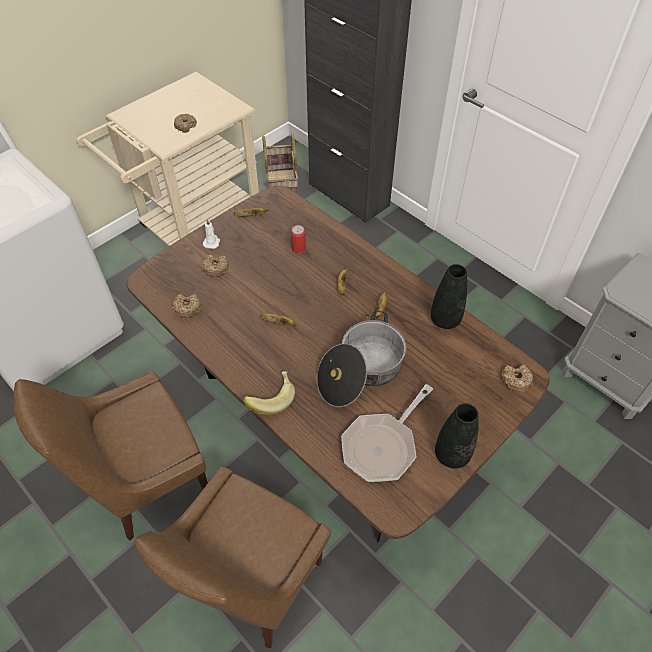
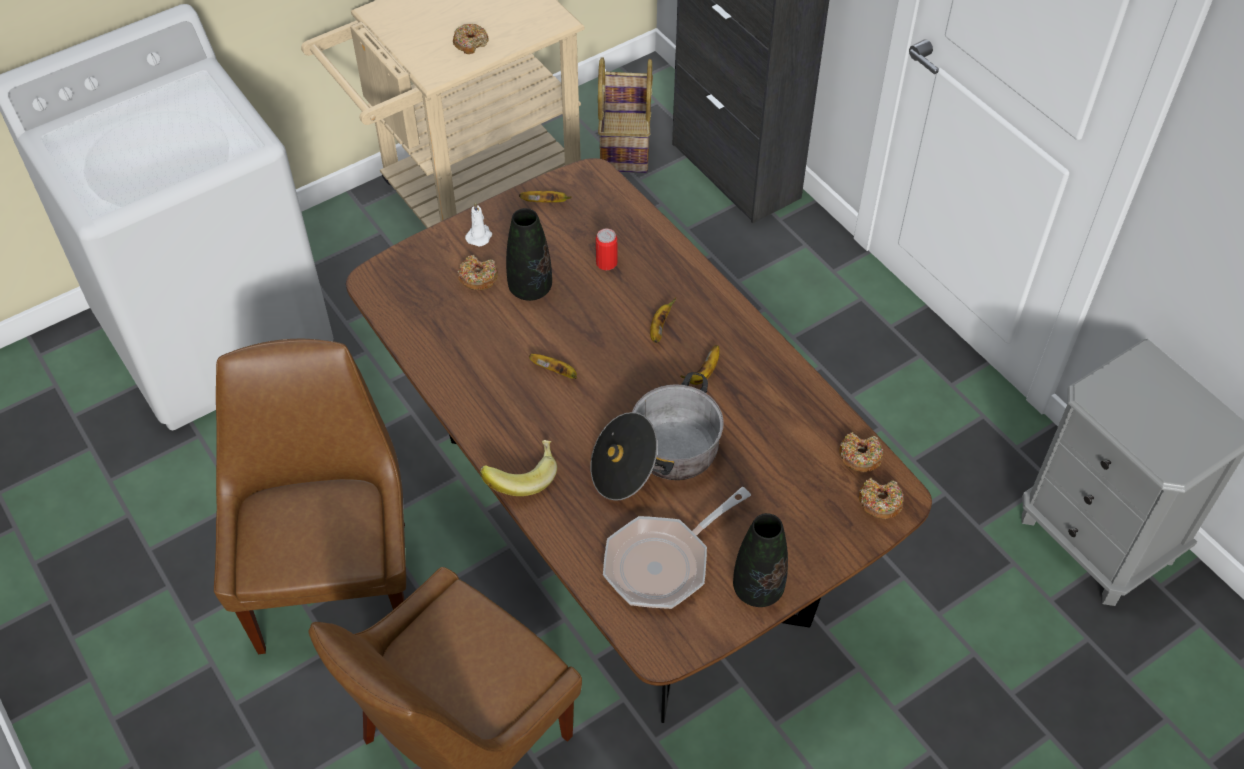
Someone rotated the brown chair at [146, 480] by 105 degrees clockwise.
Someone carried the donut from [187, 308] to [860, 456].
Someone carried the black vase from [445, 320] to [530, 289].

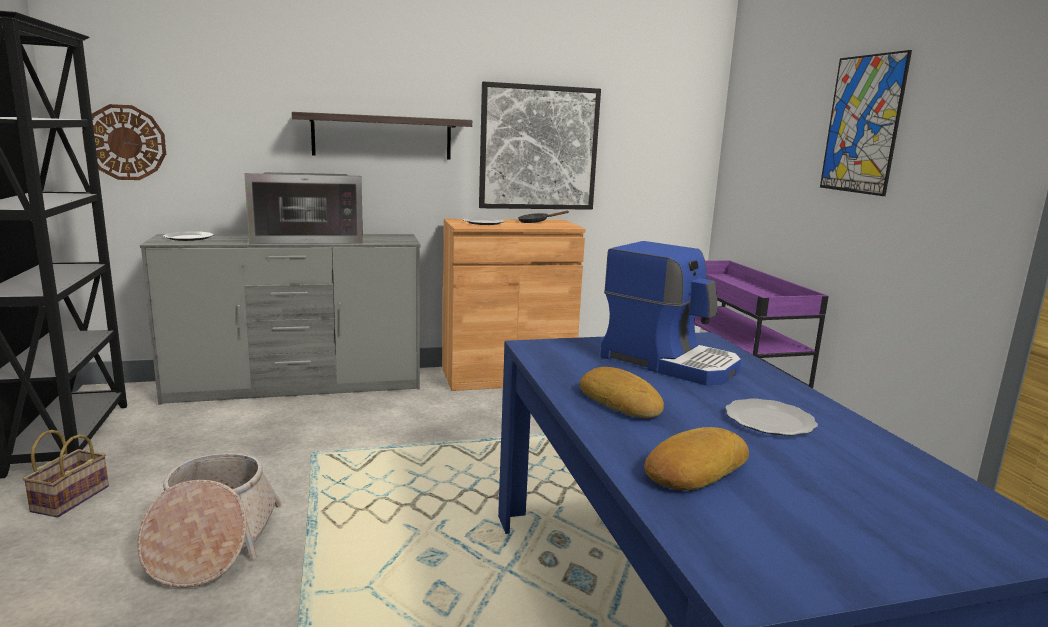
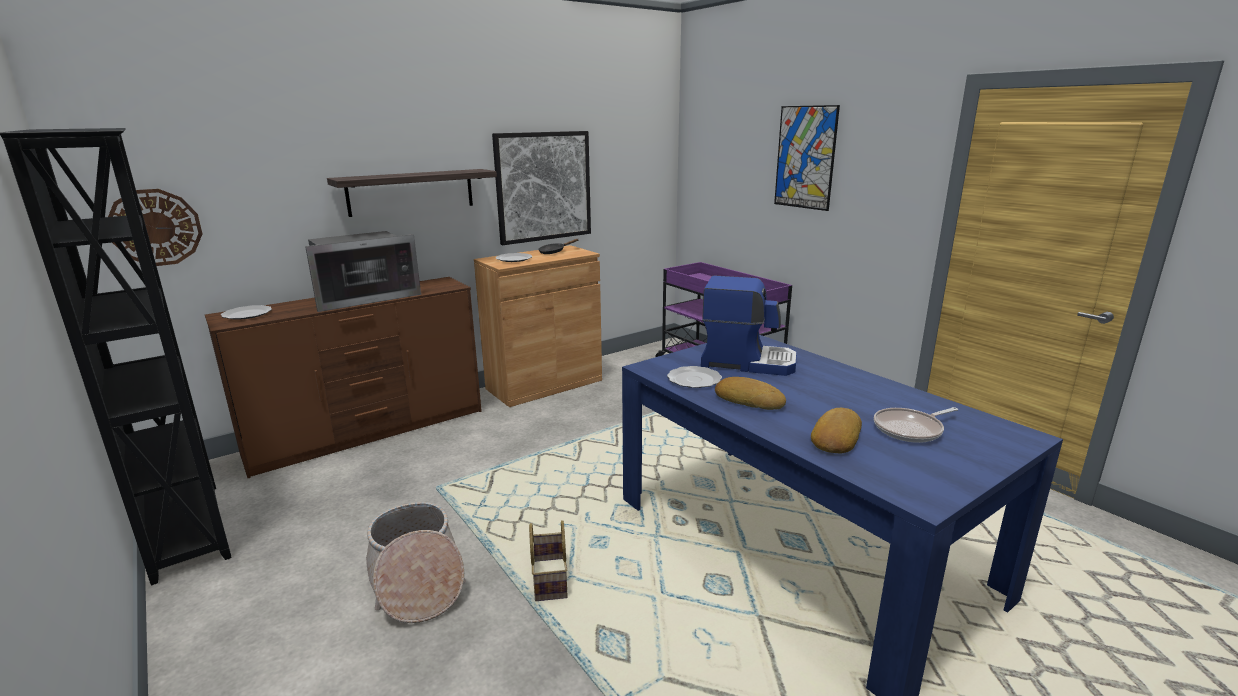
Someone carried the basket from [71, 498] to [549, 579].
Someone repainted the grey dresser at [297, 386], which became the brown dresser at [369, 432].
Someone carried the plate from [768, 420] to [693, 379].
Someone put down the frying pan at [910, 429].

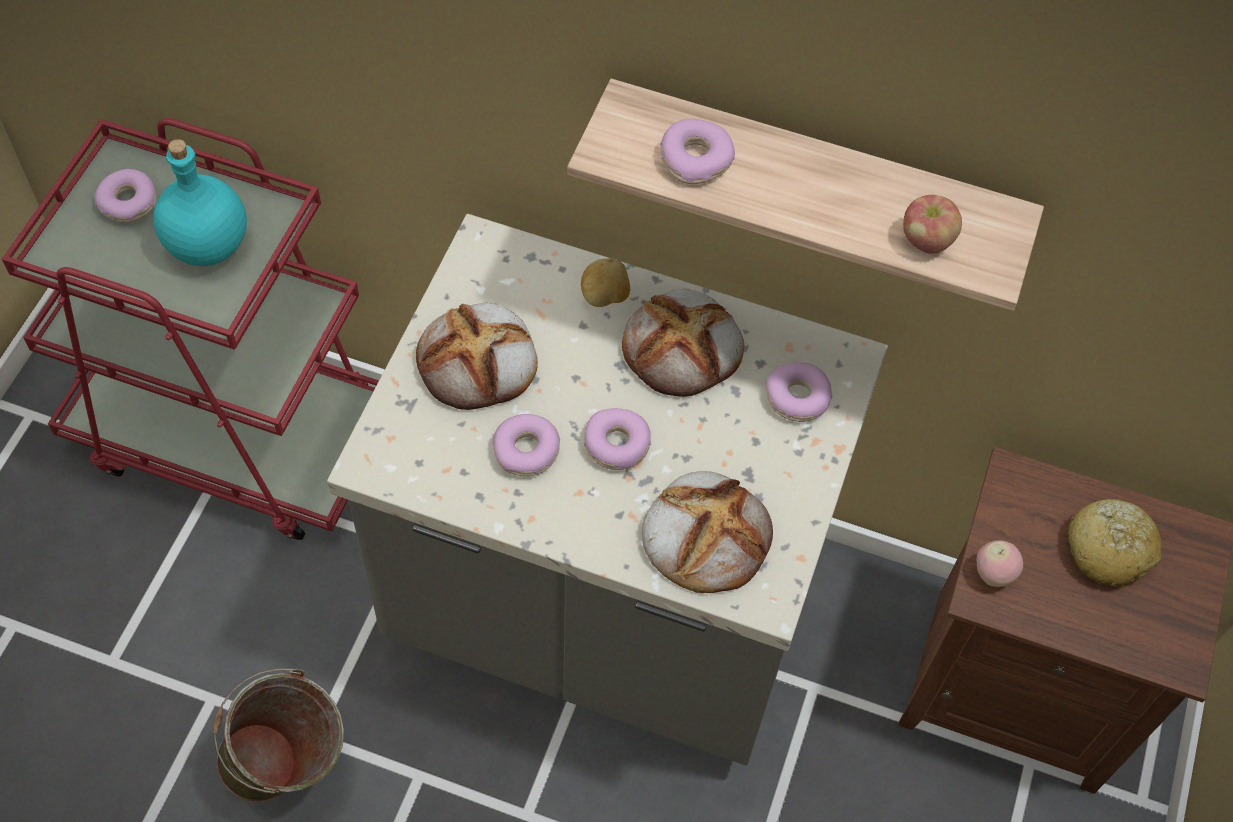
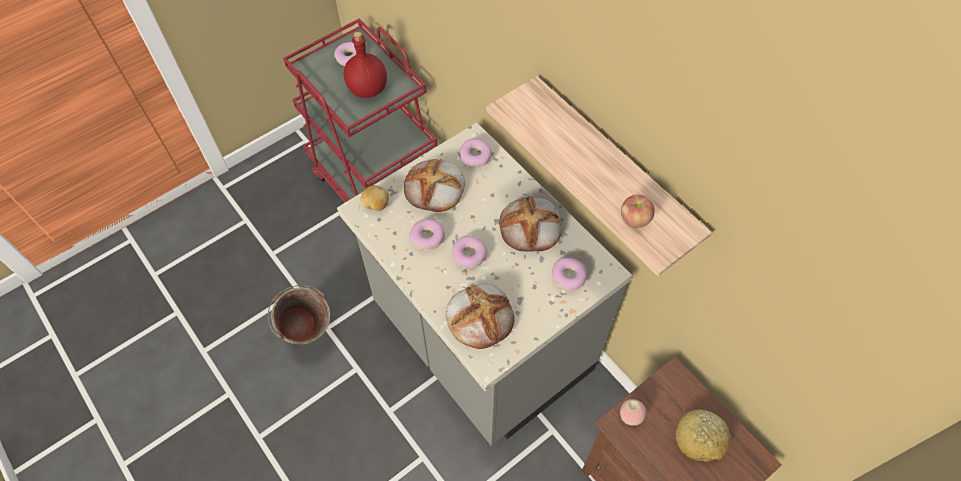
Someone repainted the turquoise bottle at [207, 244], which became the red bottle at [368, 88].
Someone carried the potato from [605, 297] to [376, 205].
Someone carried the donut from [695, 159] to [475, 156].

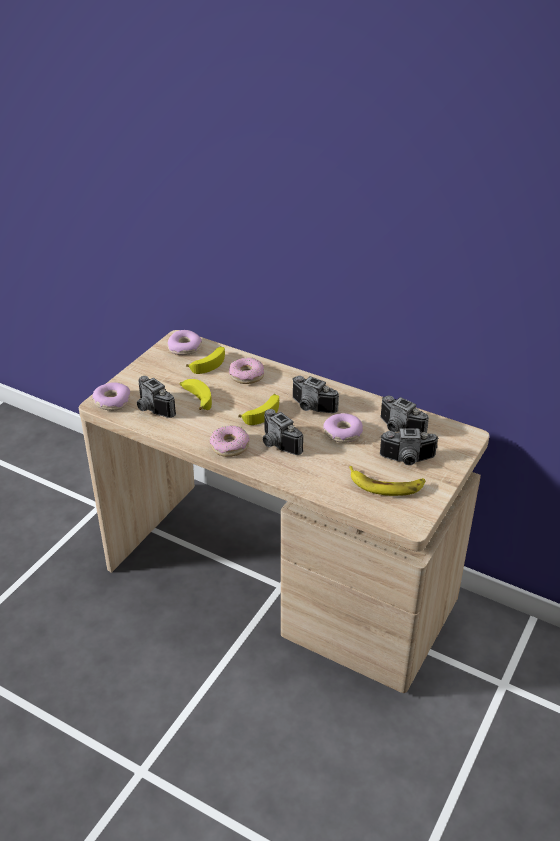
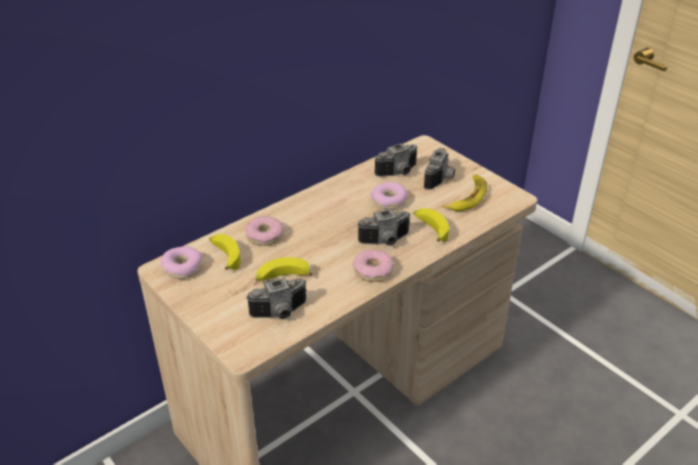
Someone took away the donut at [112, 401].
Someone carried the banana from [262, 413] to [430, 229].
Someone took away the photo camera at [310, 408].

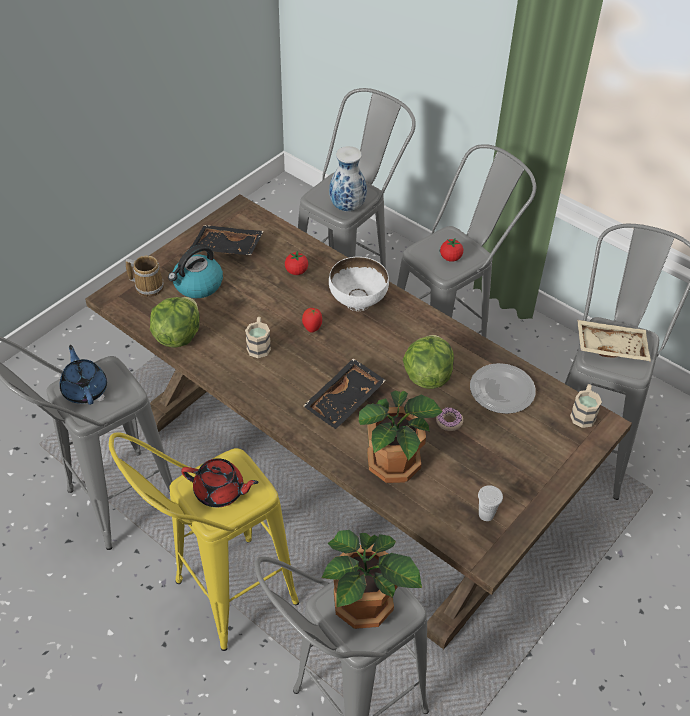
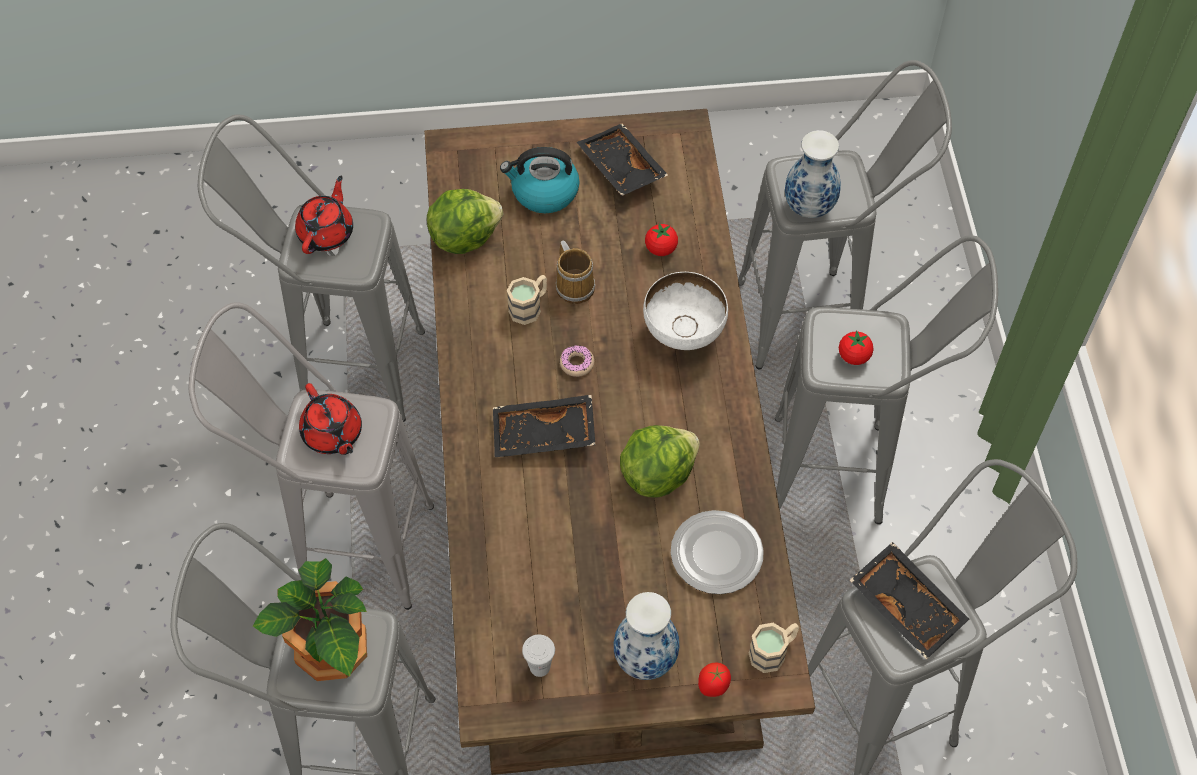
Someone repainted the blue teapot at [85, 389], which became the red teapot at [327, 232].
Someone repainted the yellow stool at [220, 602], which became the grey stool at [344, 546].
Someone carried the mug from [148, 286] to [575, 285].
Someone carried the tomato from [312, 327] to [713, 686].
Someone took away the potted plant at [395, 464].
Someone carried the donut from [449, 421] to [577, 363].
Someone repainted the beige tray at [611, 346], which became the black tray at [908, 605].
Someone put down the vase at [646, 661].

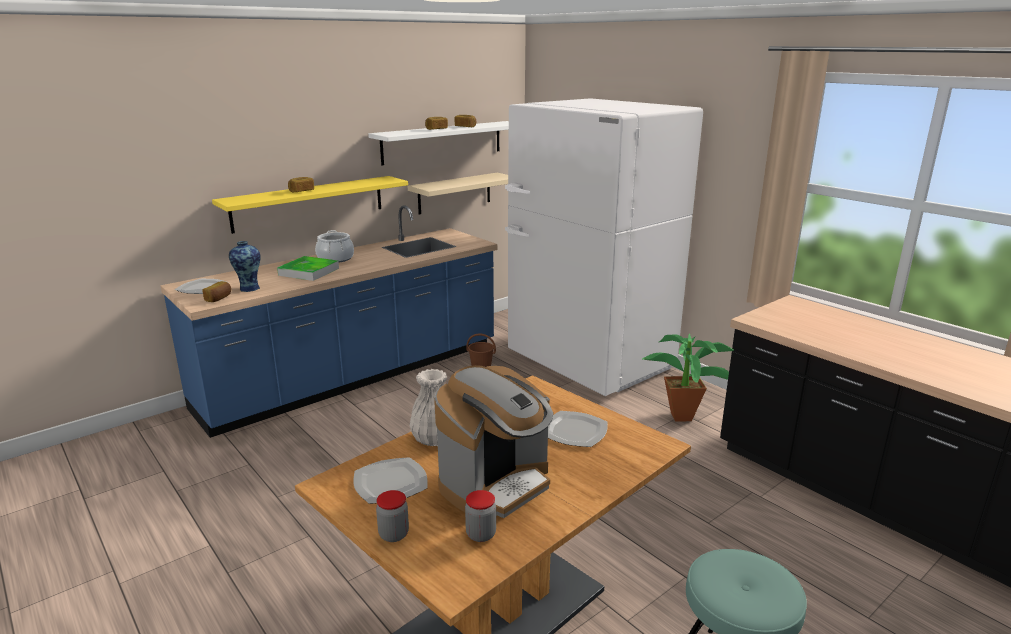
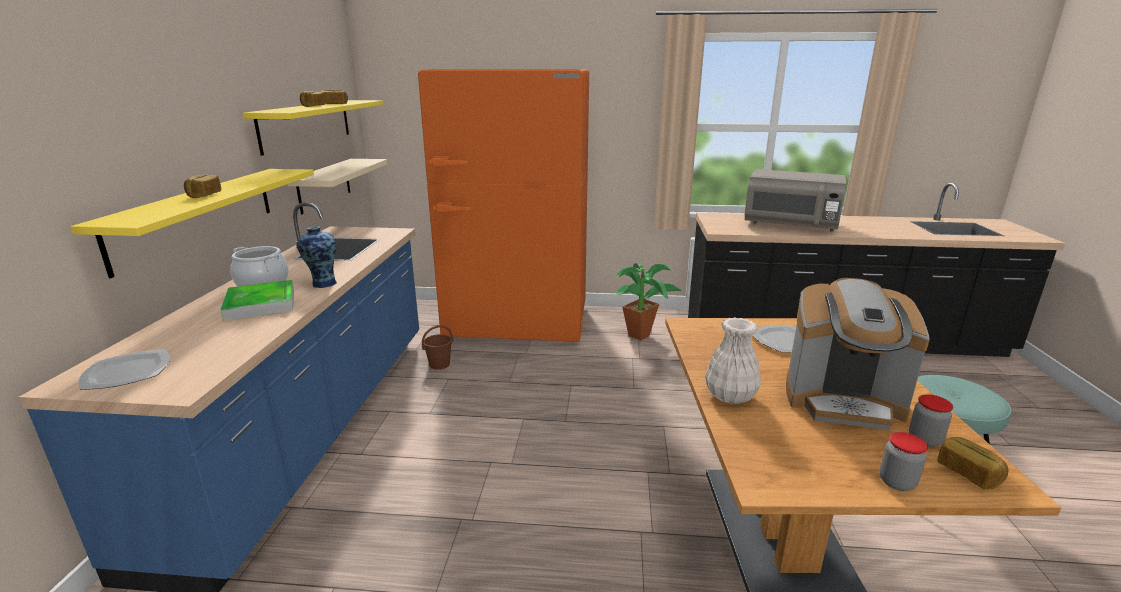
Someone carried the bread from [219, 298] to [968, 473].
Someone carried the vase from [249, 288] to [323, 283].
Someone took away the plate at [389, 483].
Someone repainted the white shelf at [443, 142], which became the yellow shelf at [307, 124].
Someone rotated the coffee machine at [496, 484] by 105 degrees clockwise.
Someone repainted the white fridge at [589, 362], which became the orange fridge at [518, 323].
Someone put down the grey microwave at [790, 225].

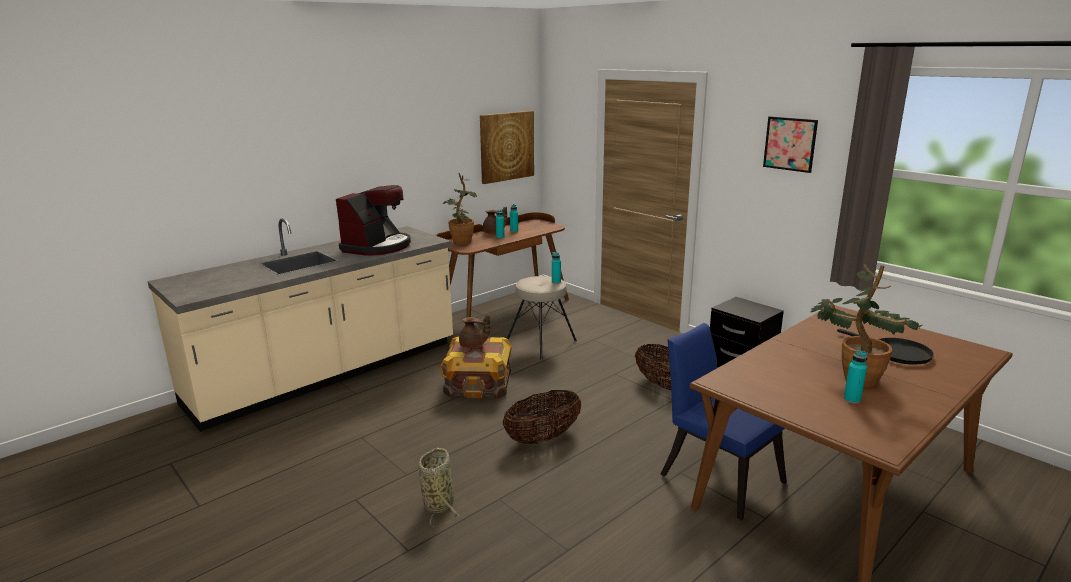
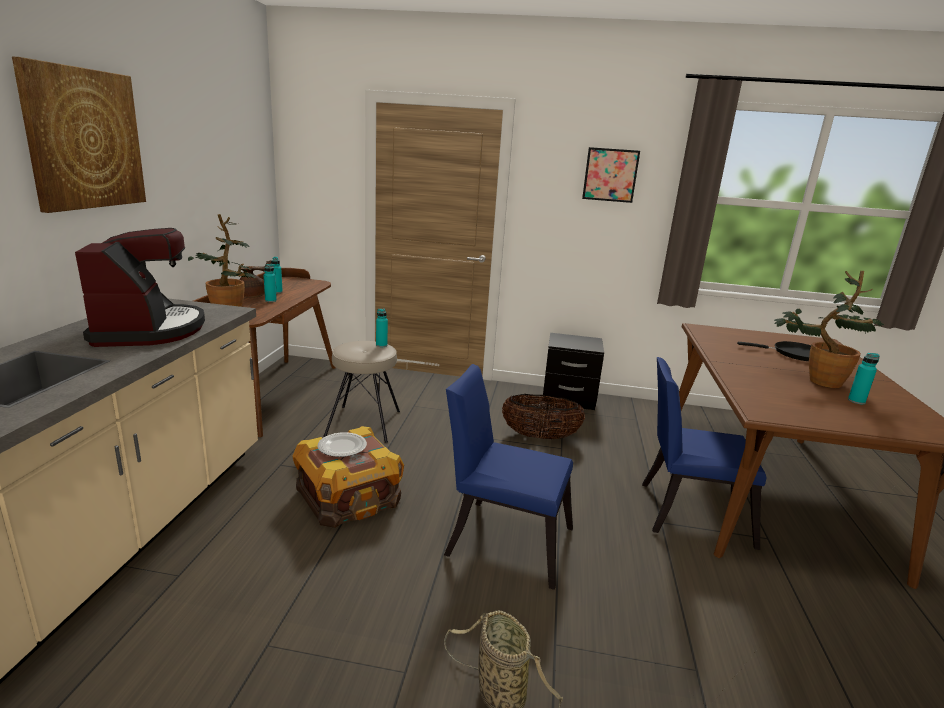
Someone swapped the brown teapot at [473, 345] for the plate at [342, 447].
Someone carried the picture from [506, 146] to [84, 139].
Someone swapped the basket at [543, 438] for the blue chair at [503, 538].

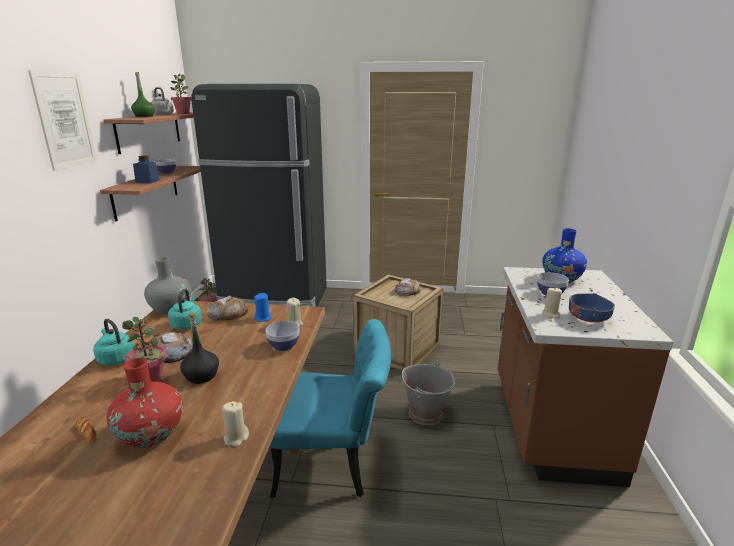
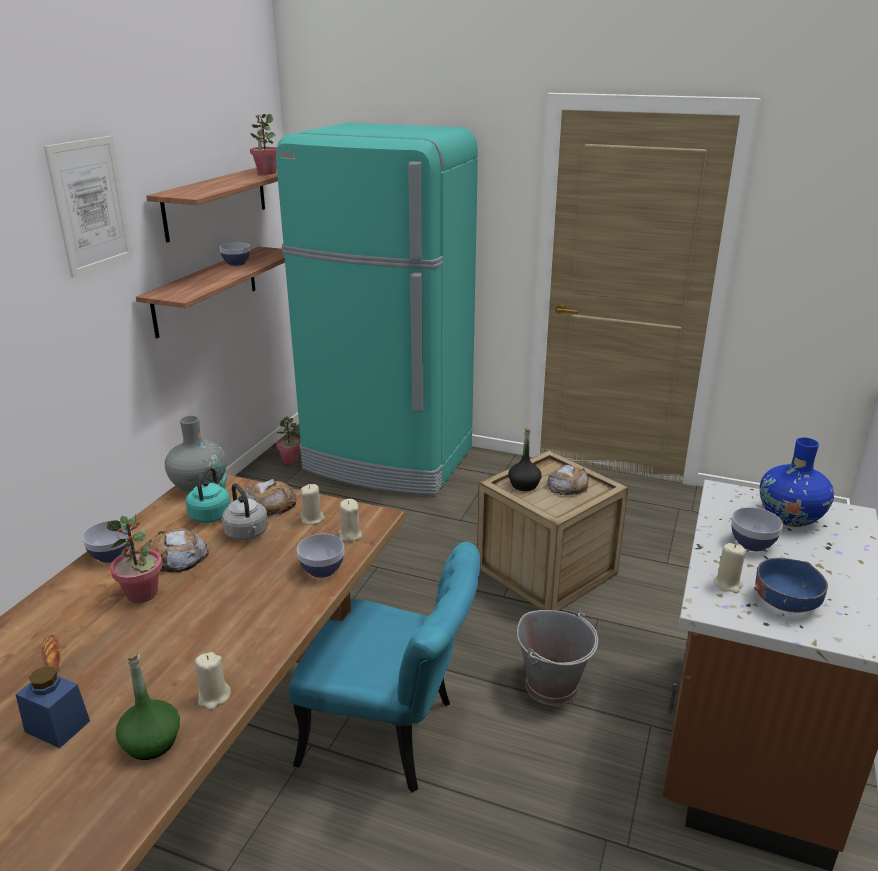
Someone swapped the turquoise kettle at [115, 358] for the bowl at [111, 555].
Someone took away the red vase at [151, 434].
Someone carried the green bottle from [144, 116] to [151, 743].
Someone carried the blue jar from [147, 181] to [57, 726].
Someone carried the grey kettle from [163, 114] to [247, 534].
Someone carried the black bottle from [201, 376] to [524, 485].
Someone repainted the black fridge at [275, 300], which became the turquoise fridge at [388, 460].
Someone repainted the blue candle at [263, 318], which became the beige candle at [312, 519].

